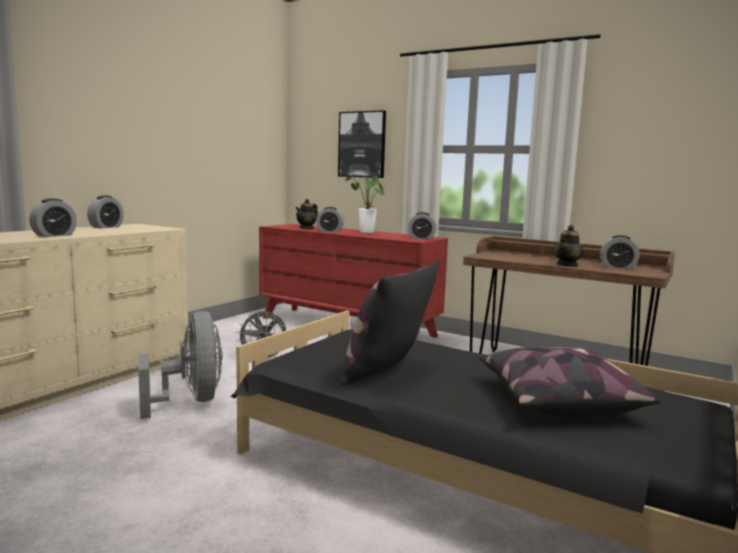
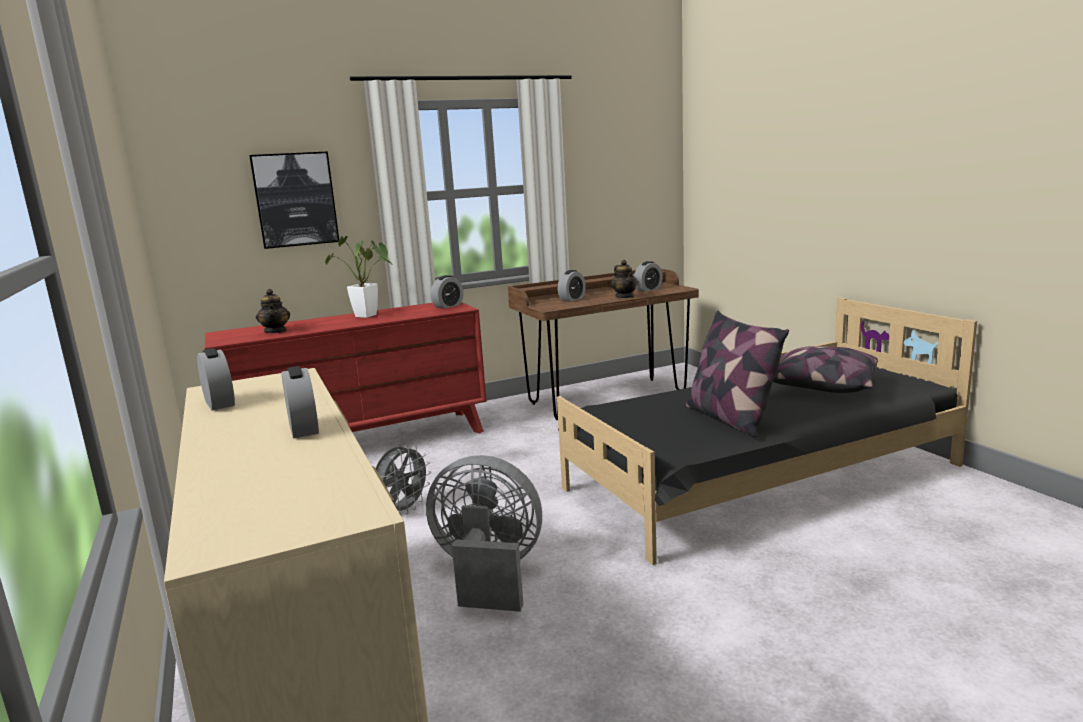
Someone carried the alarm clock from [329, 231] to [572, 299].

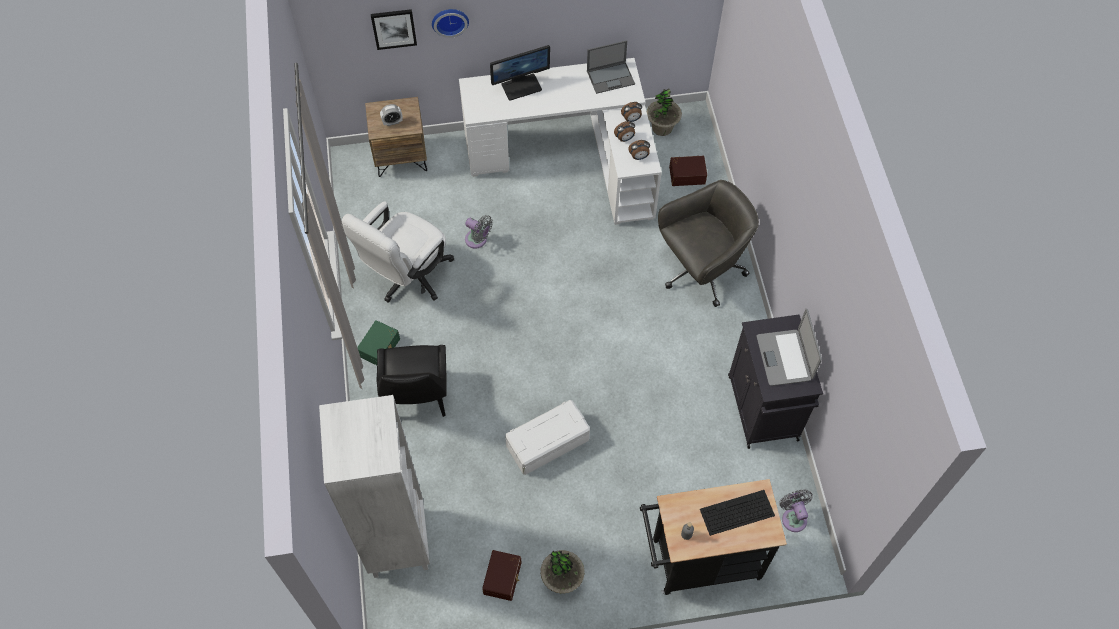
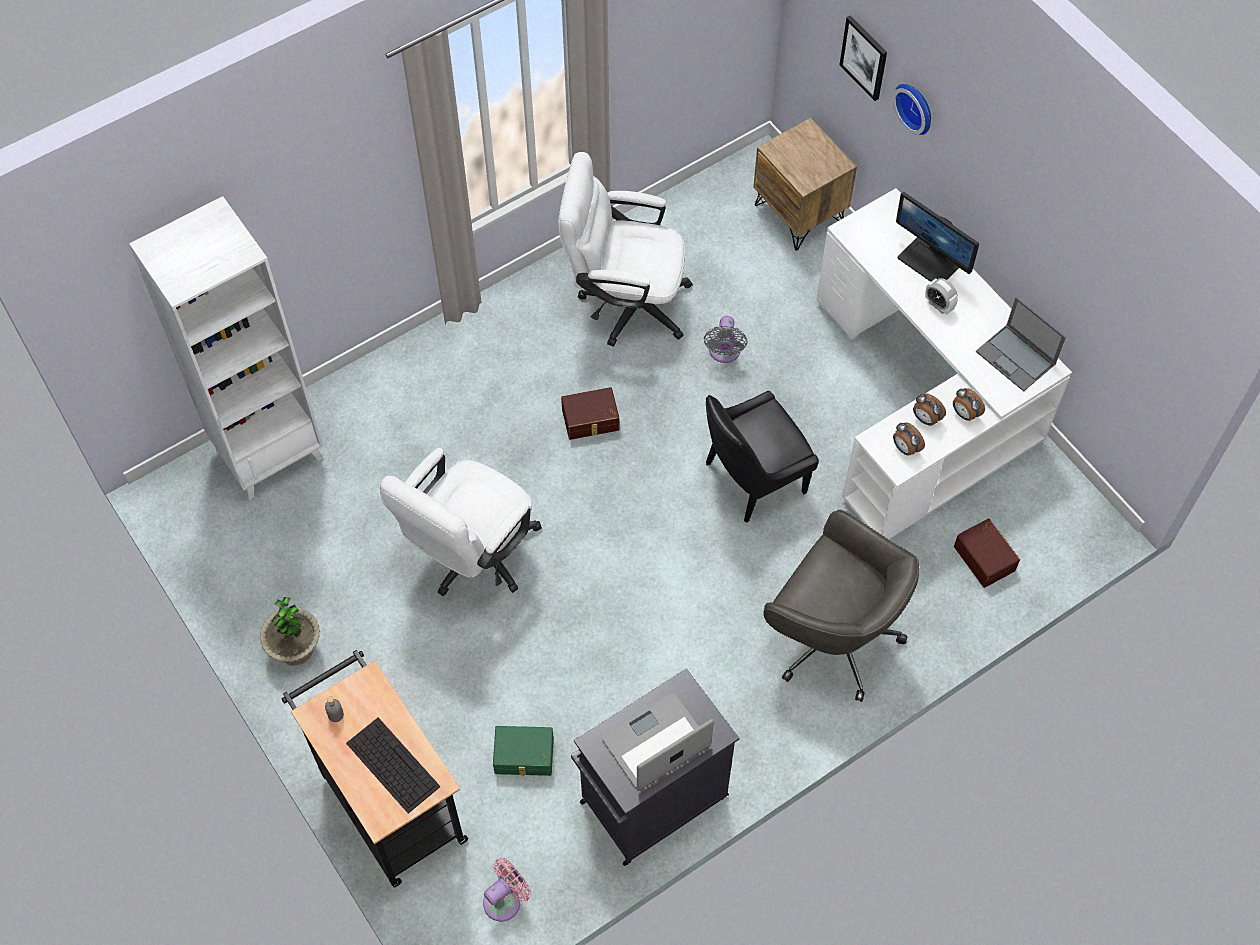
Someone carried the green storage box from [380, 347] to [524, 756].
Someone carried the black chair from [416, 398] to [751, 479].
Someone carried the alarm clock from [392, 122] to [938, 305].
Someone carried the brown storage box from [503, 578] to [591, 420].
Someone swapped the white storage box at [547, 443] for the white office chair at [471, 557].
Someone took away the potted plant at [662, 128].
Someone repainted the grey fan at [793, 517], which became the pink fan at [505, 900].

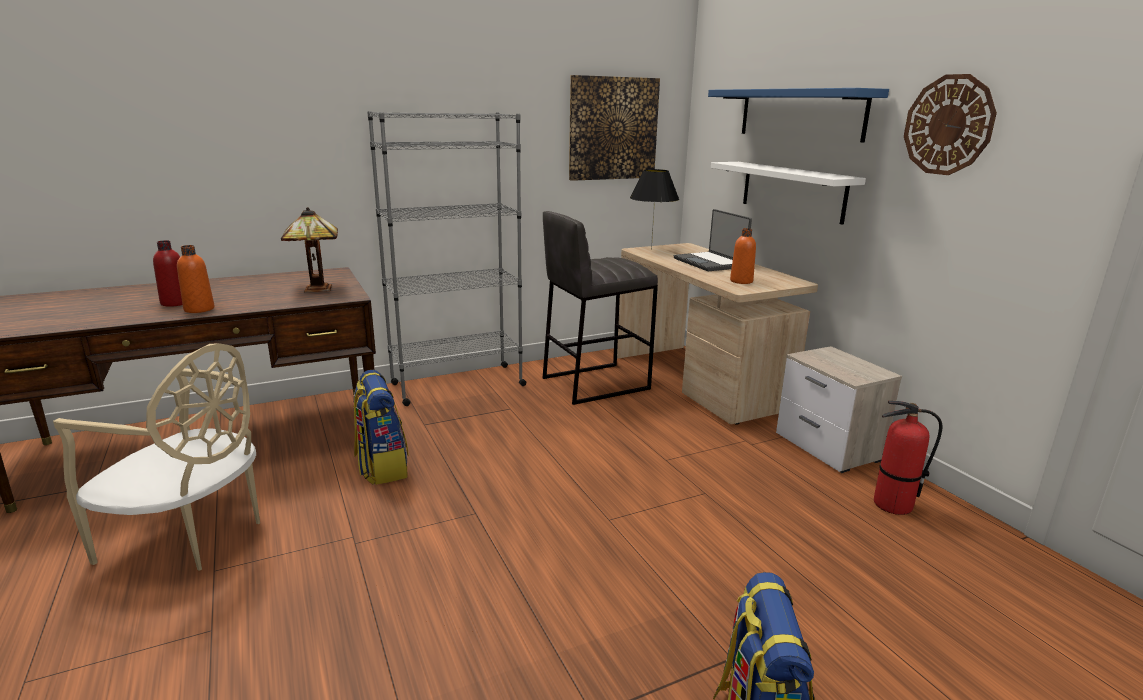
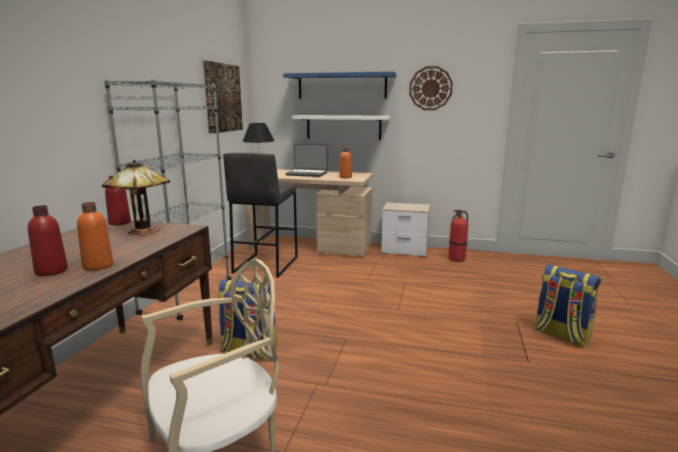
Someone put down the red bottle at [119, 223].

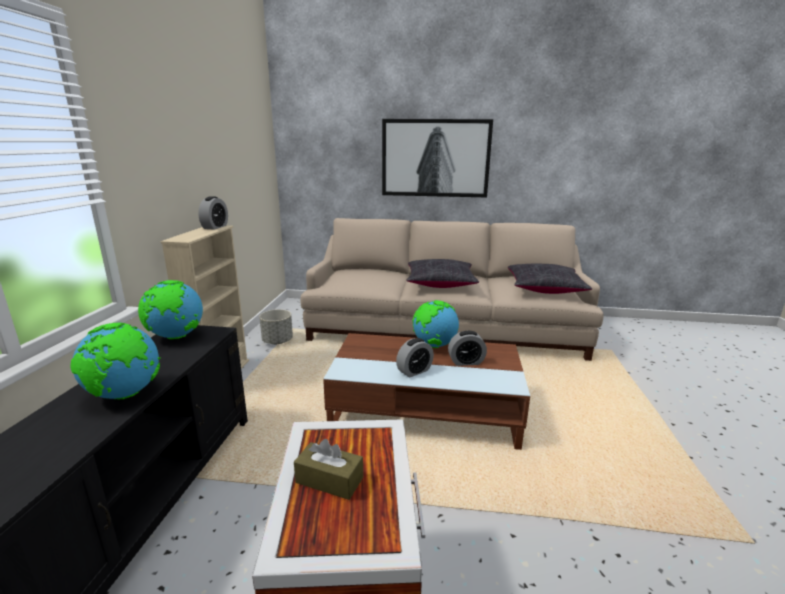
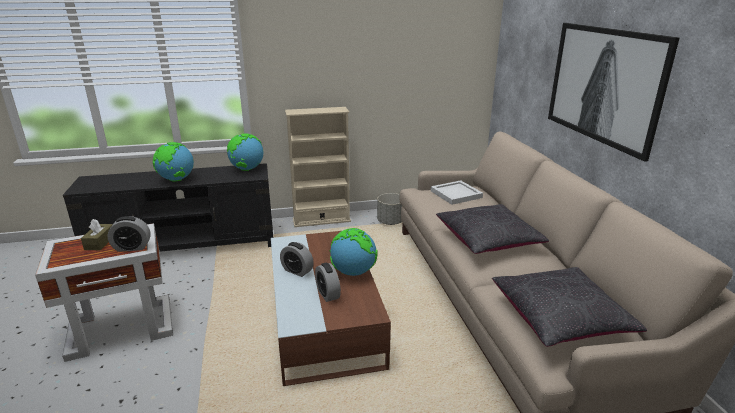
Someone carried the alarm clock from [215, 227] to [132, 247].
Someone put down the white tray at [456, 194].

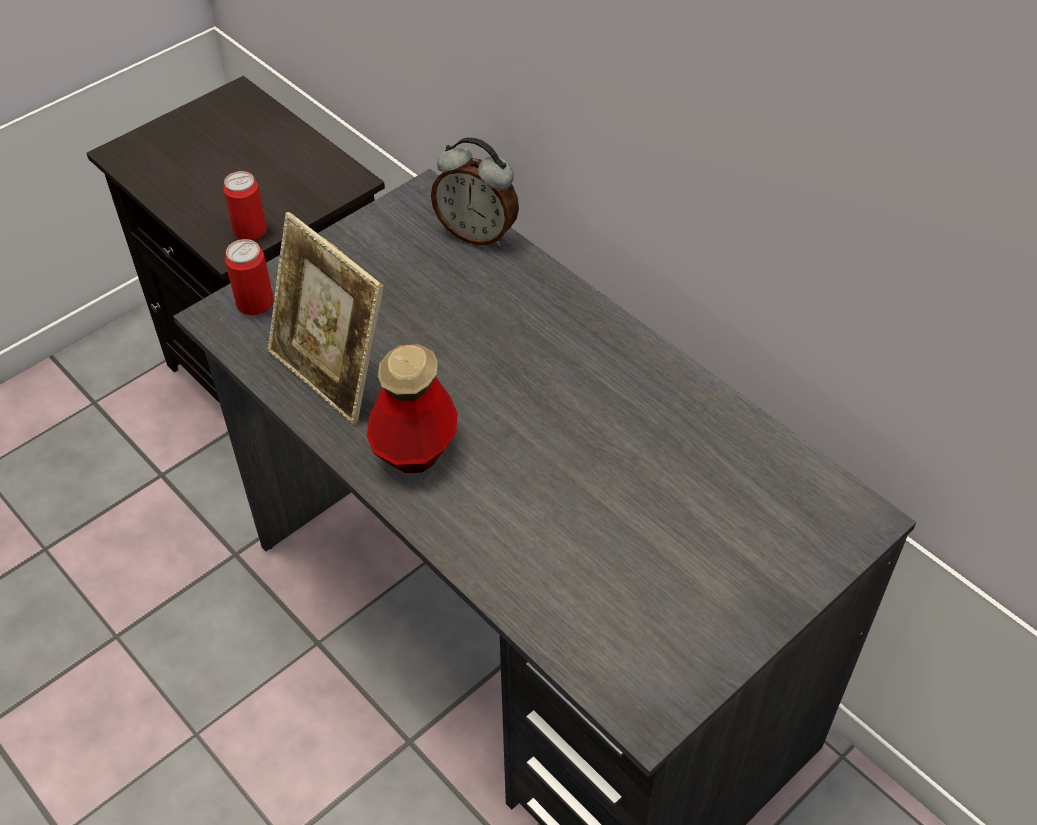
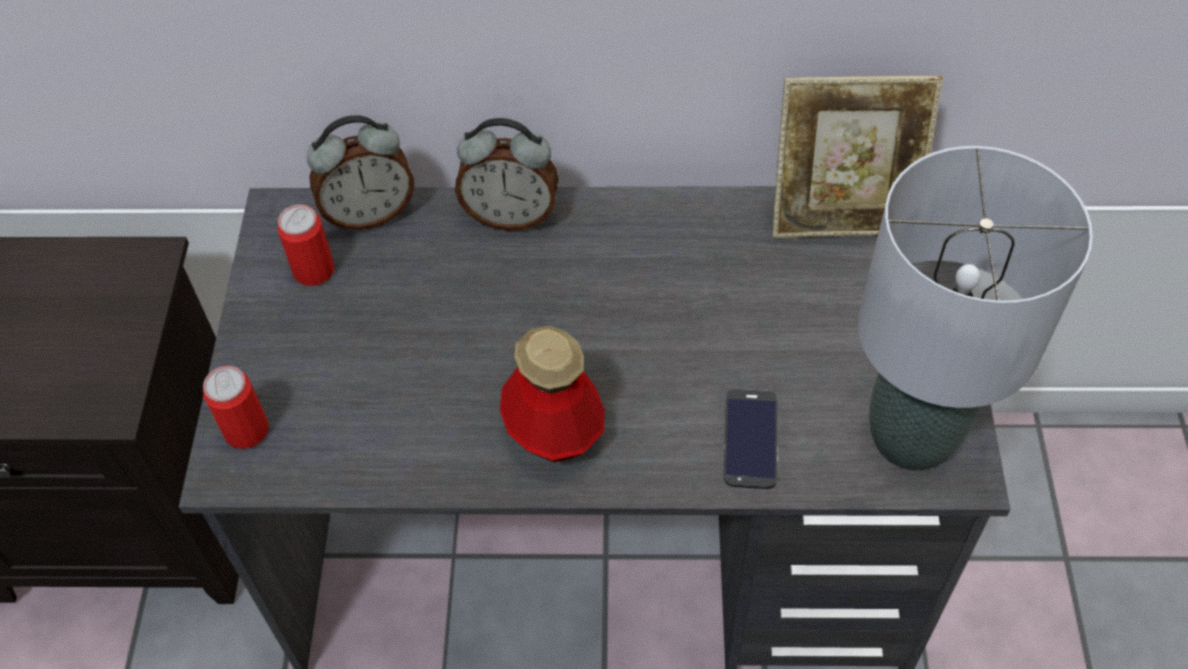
Someone carried the can from [250, 230] to [314, 270].
Someone carried the picture frame from [331, 374] to [842, 215].
Someone put down the alarm clock at [511, 216].
Someone put down the phone at [751, 439].
Someone put down the grey table lamp at [910, 437].

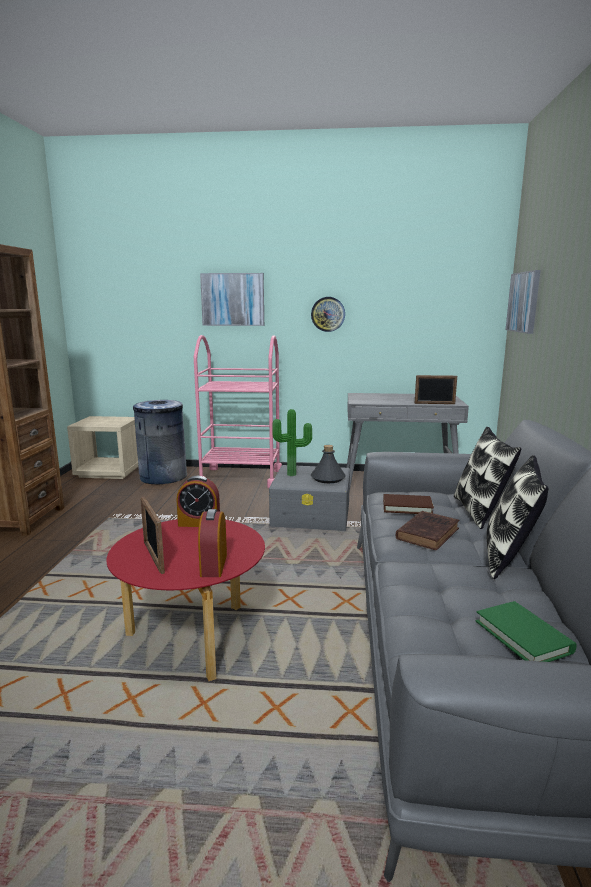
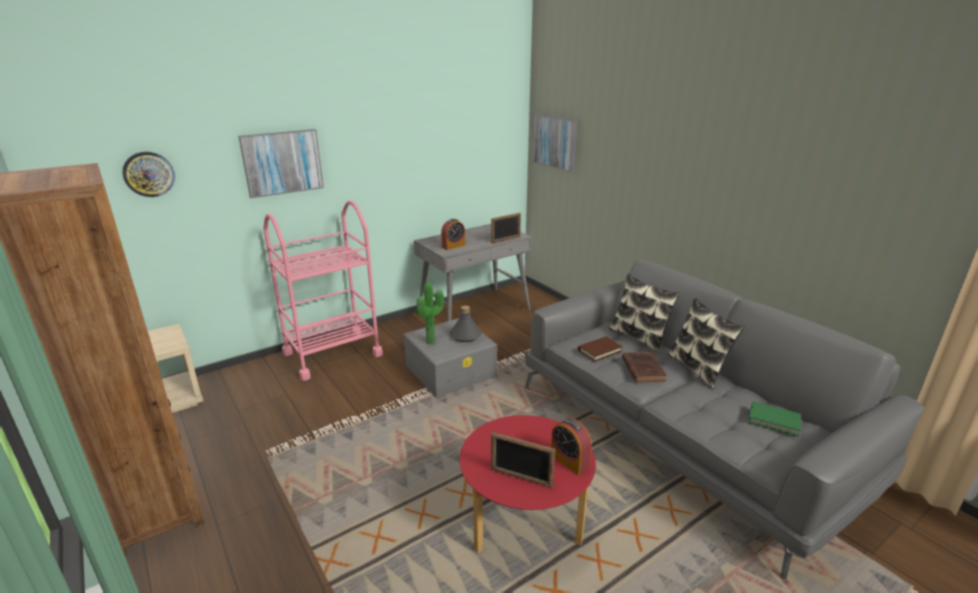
Someone took away the grey trash can at [163, 477].
Someone carried the alarm clock from [199, 523] to [453, 246].
Someone carried the wall clock from [328, 314] to [148, 174].

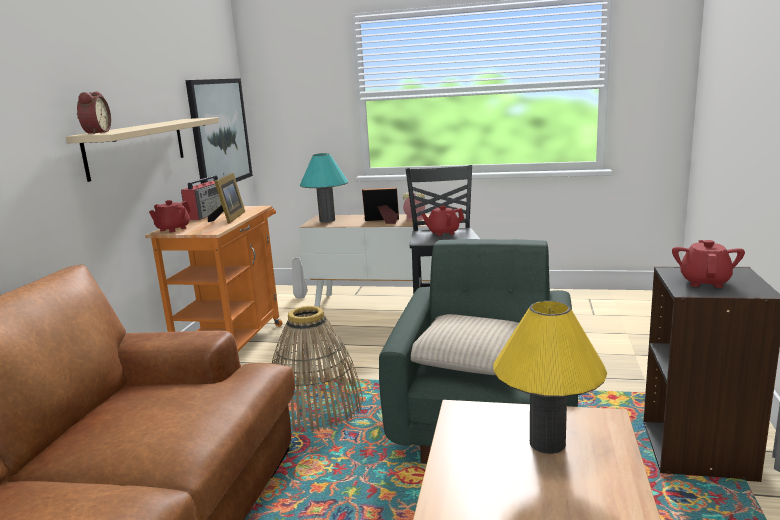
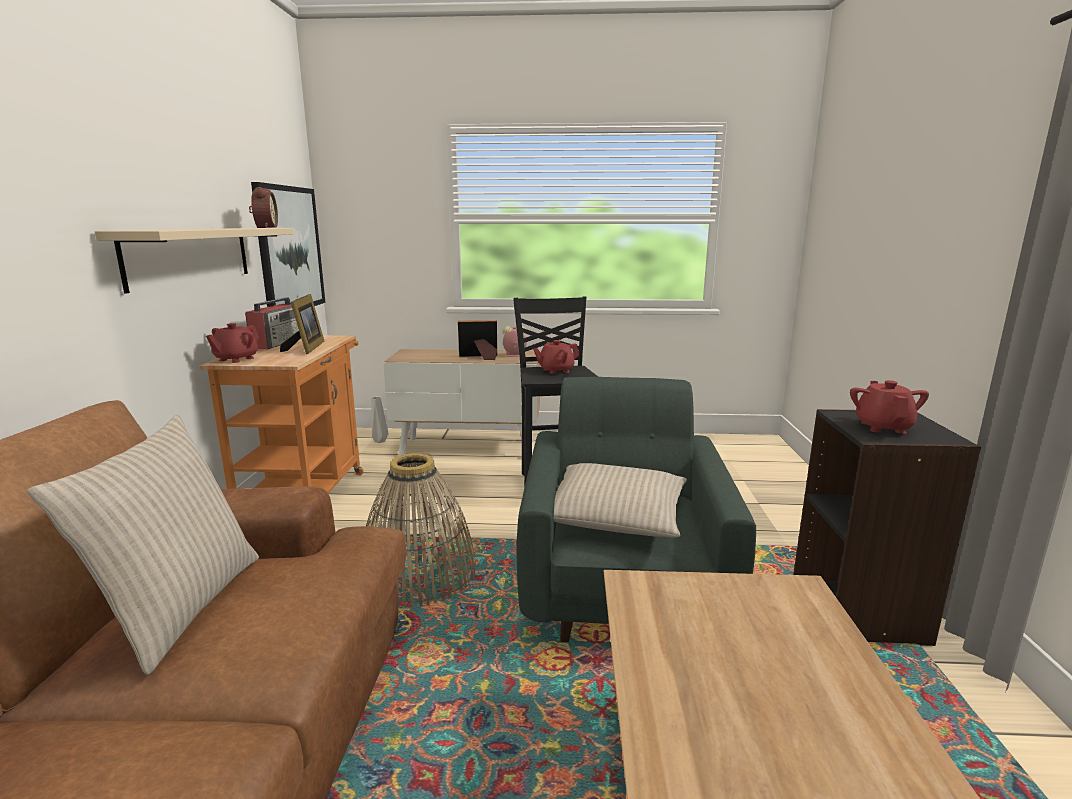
Someone carried the alarm clock from [95, 133] to [264, 227].
Someone took away the turquoise table lamp at [327, 220].
Someone took away the yellow table lamp at [547, 443].
Someone put down the beige pillow at [180, 607].

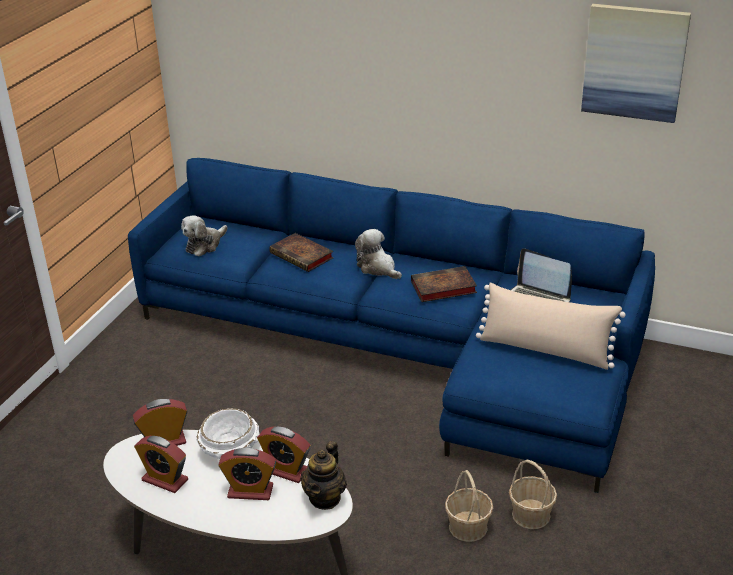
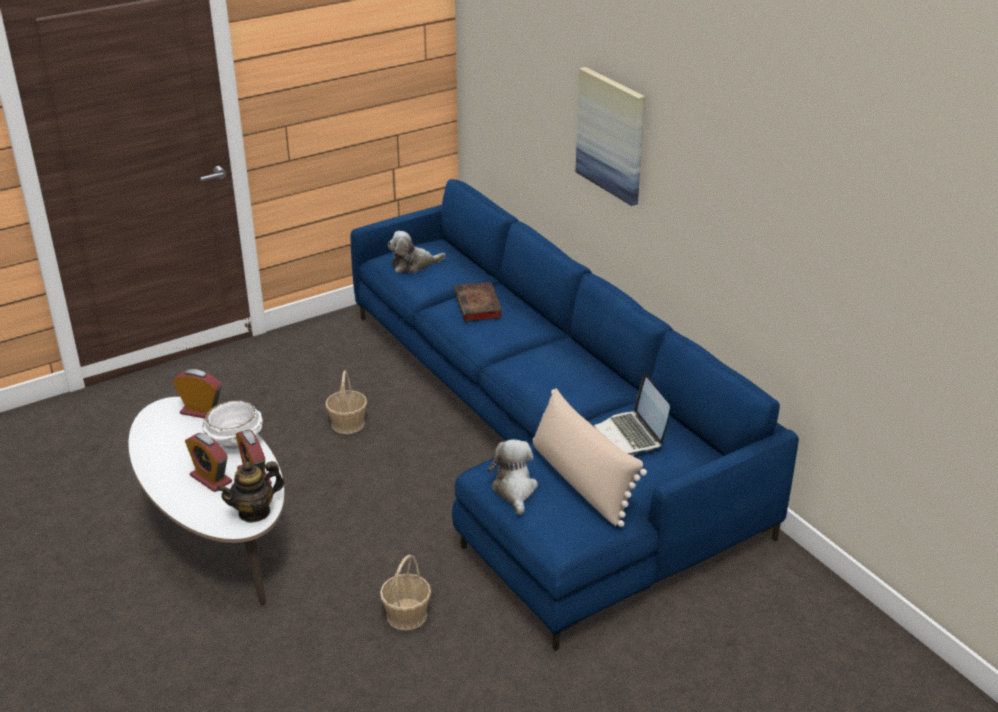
Someone took away the alarm clock at [165, 480].
Someone carried the plush toy from [378, 268] to [514, 490].
Someone took away the book at [442, 288].
Someone carried the basket from [531, 514] to [348, 424].
Someone carried the picture from [634, 62] to [611, 135].

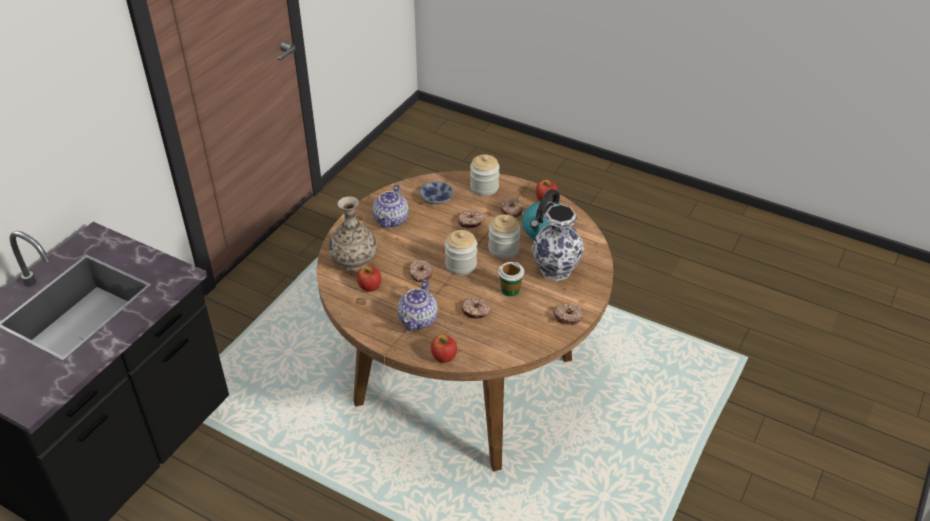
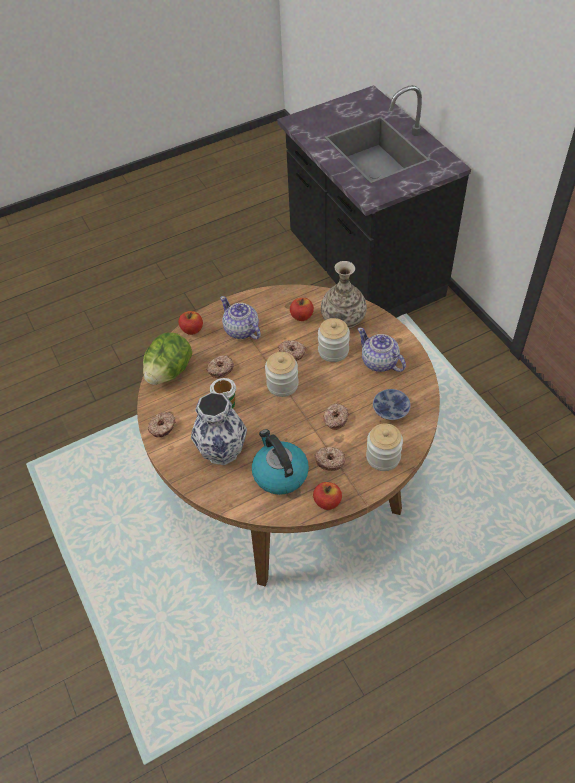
Someone carried the jar from [503, 249] to [333, 351].
Someone put down the lettuce at [169, 371].

